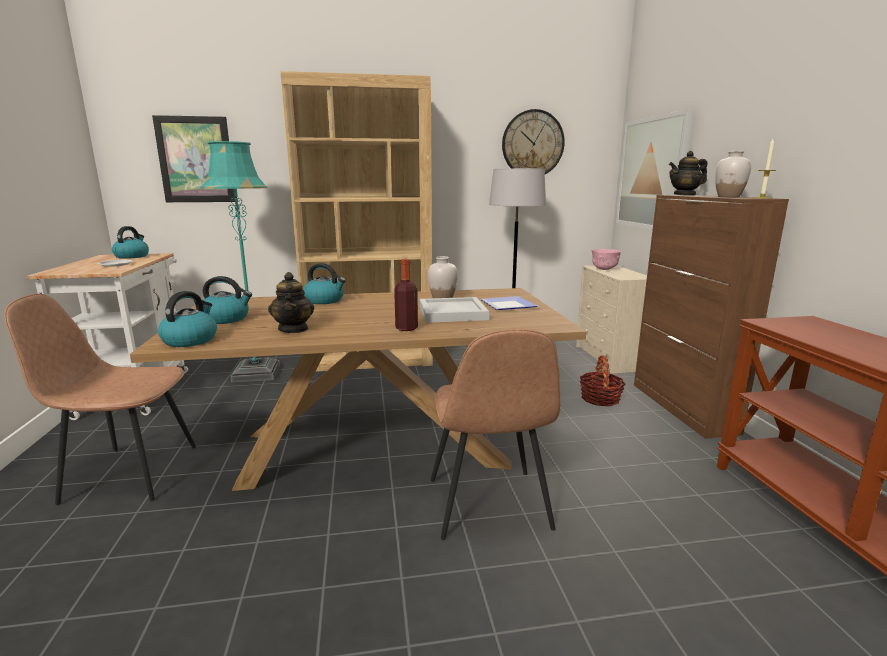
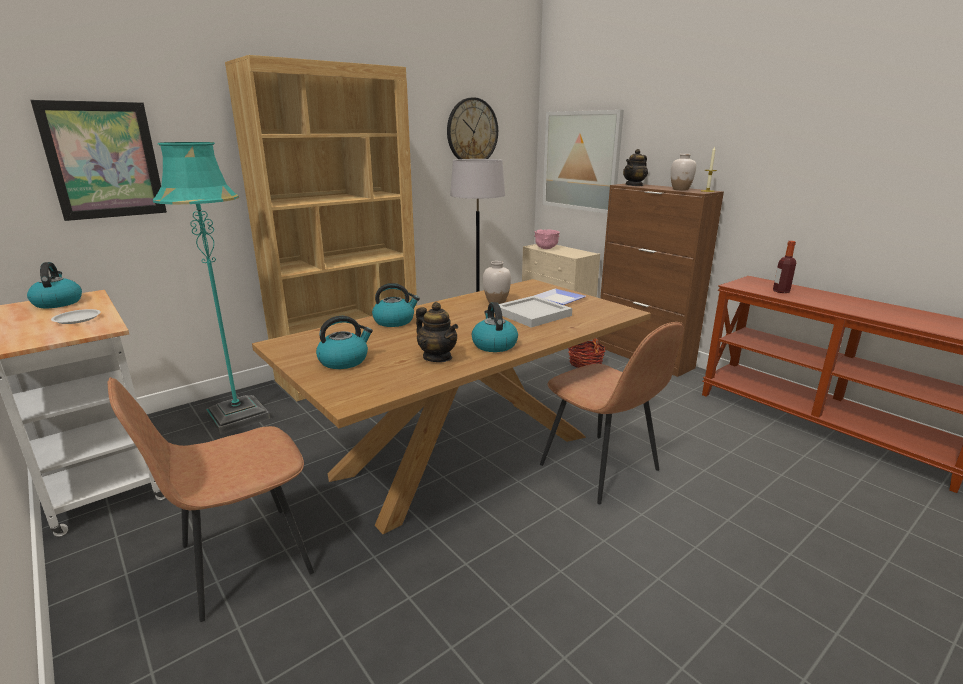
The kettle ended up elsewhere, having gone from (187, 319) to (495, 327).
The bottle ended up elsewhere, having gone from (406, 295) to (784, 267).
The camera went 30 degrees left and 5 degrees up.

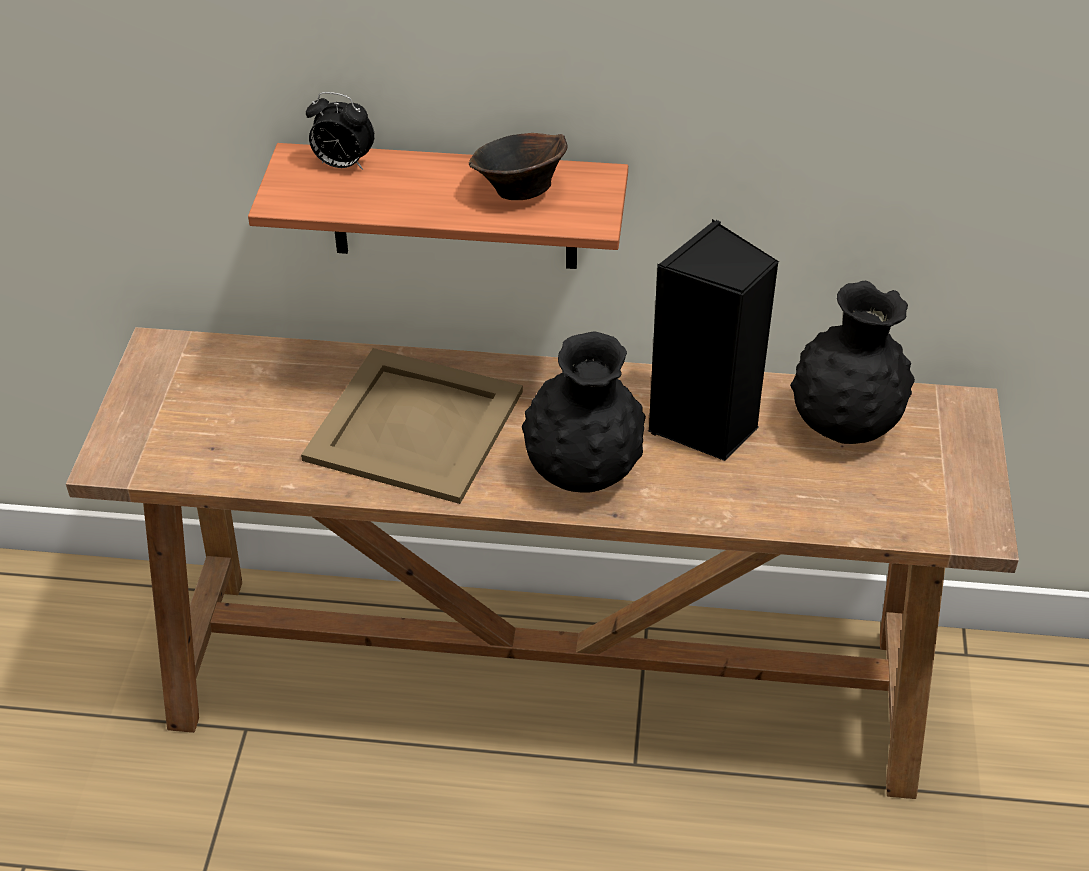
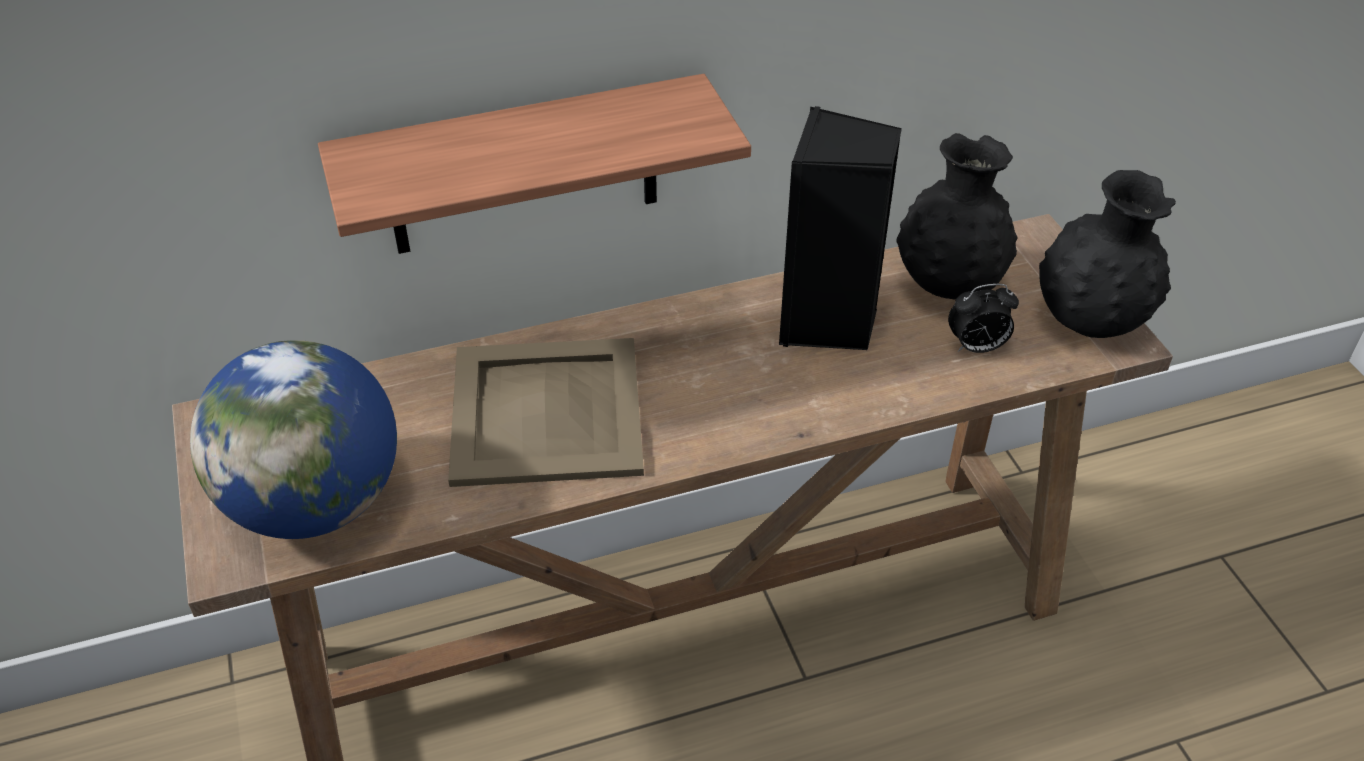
The second view gained the globe at (293, 439).
The alarm_clock ended up elsewhere, having gone from (340, 131) to (983, 318).
The black_vase ended up elsewhere, having gone from (584, 412) to (1107, 254).
The second view lost the brown_bowl at (518, 166).
The camera went 25 degrees left and 0 degrees up.

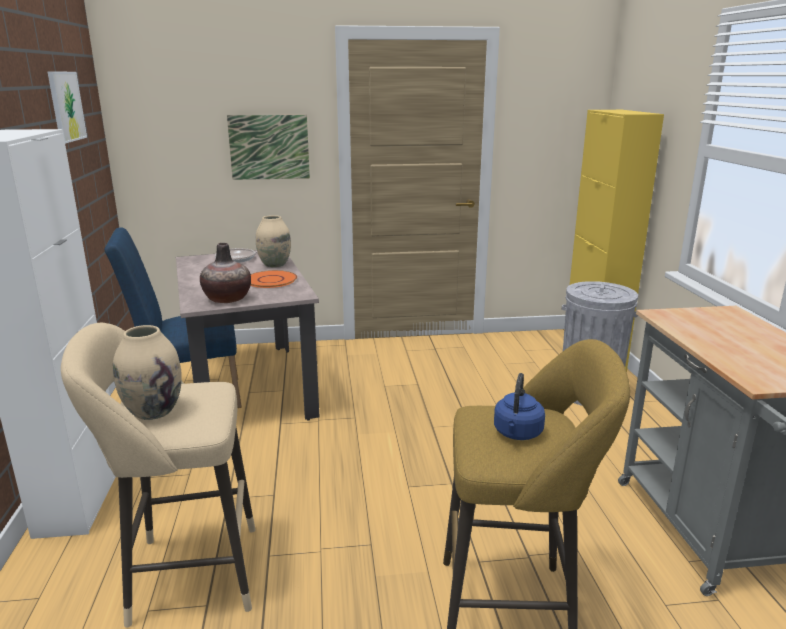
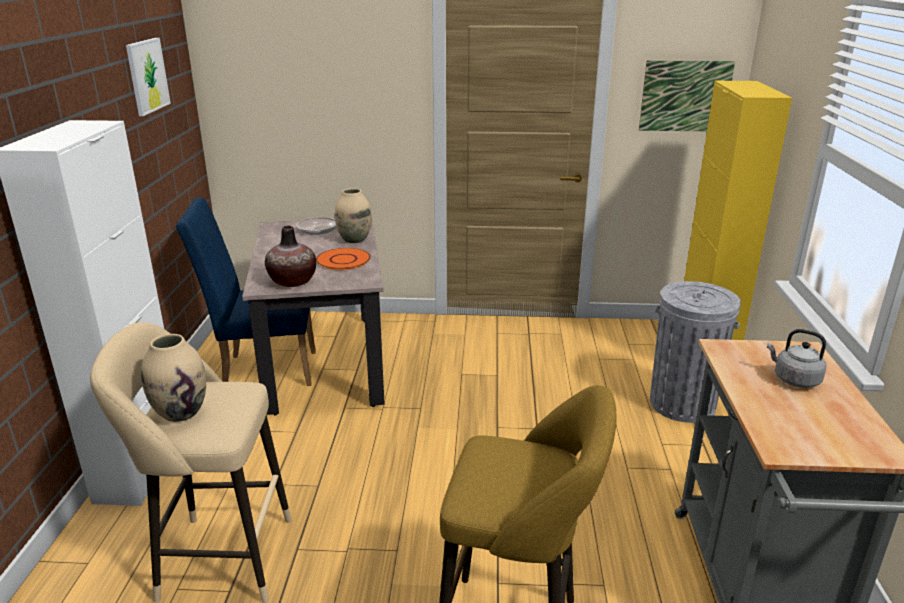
The picture ended up elsewhere, having gone from (268, 147) to (687, 95).
The second view gained the grey_kettle at (796, 358).
The second view lost the blue_kettle at (519, 406).
The camera went 10 degrees right and 5 degrees up.

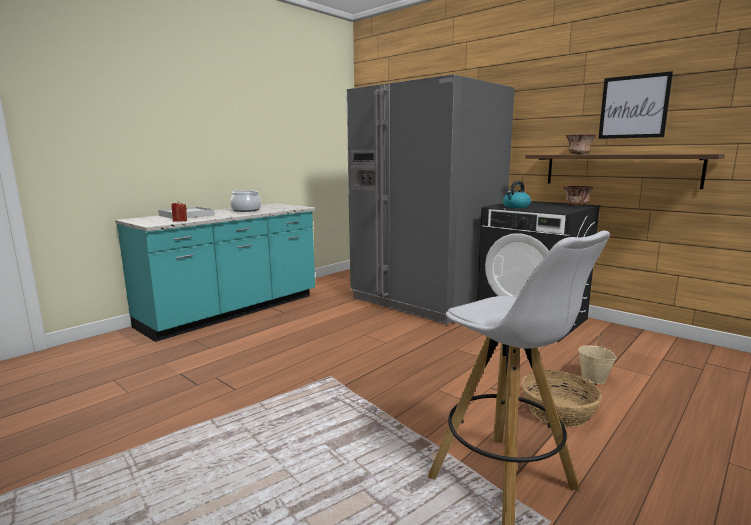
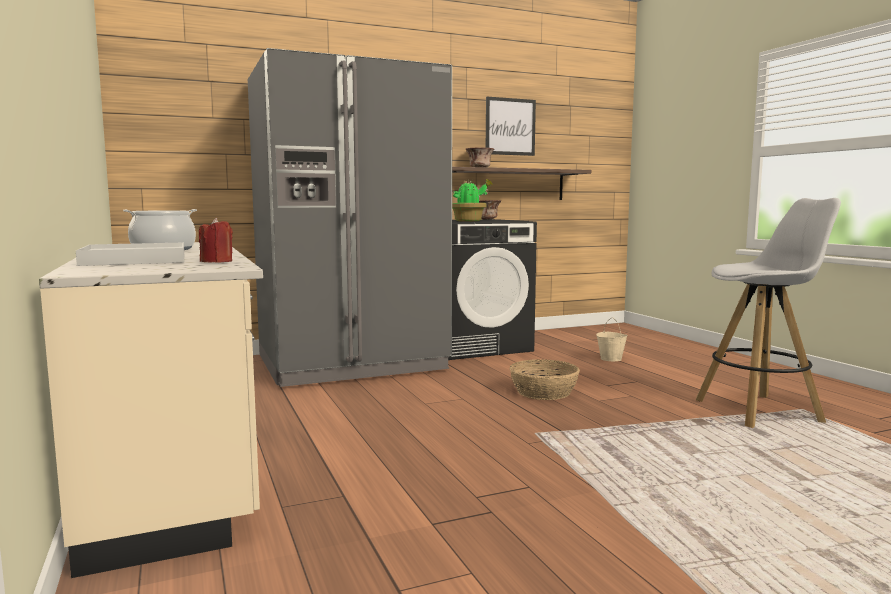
What was the turquoise_counter at (215, 272) turned into the beige_counter at (151, 410).
Where the kettle stood at (517, 194), the potted_plant came to stand at (472, 200).
The basket ended up elsewhere, having gone from (561, 398) to (545, 379).
The camera went 65 degrees left and 5 degrees down.

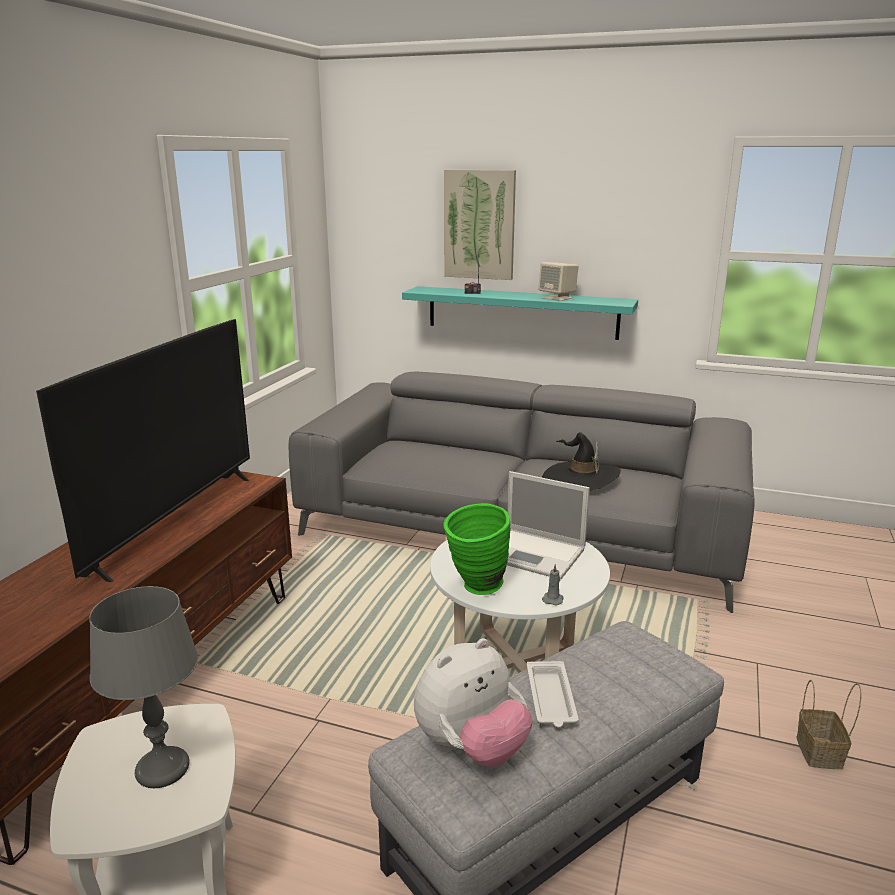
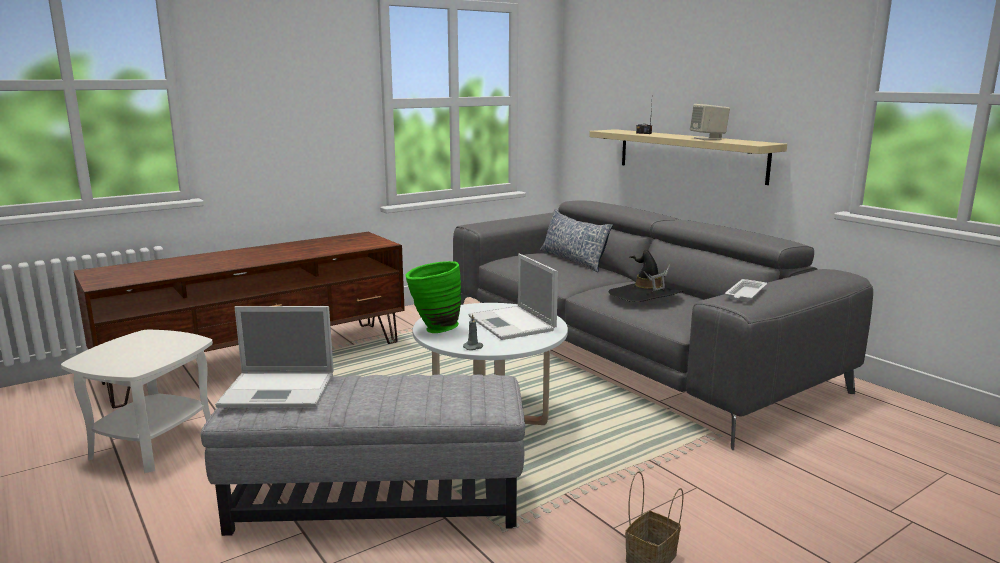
Where the plush_toy stood at (473, 702), the laptop came to stand at (274, 357).
The second view gained the pillow at (576, 240).
What was the turquoise_shelf at (520, 313) turned into the beige_shelf at (688, 157).
The white_tray ended up elsewhere, having gone from (552, 694) to (746, 290).
The second view lost the television at (143, 450).
The second view lost the grey_table_lamp at (143, 687).
The second view lost the picture at (480, 225).
The camera went 35 degrees right and 5 degrees down.

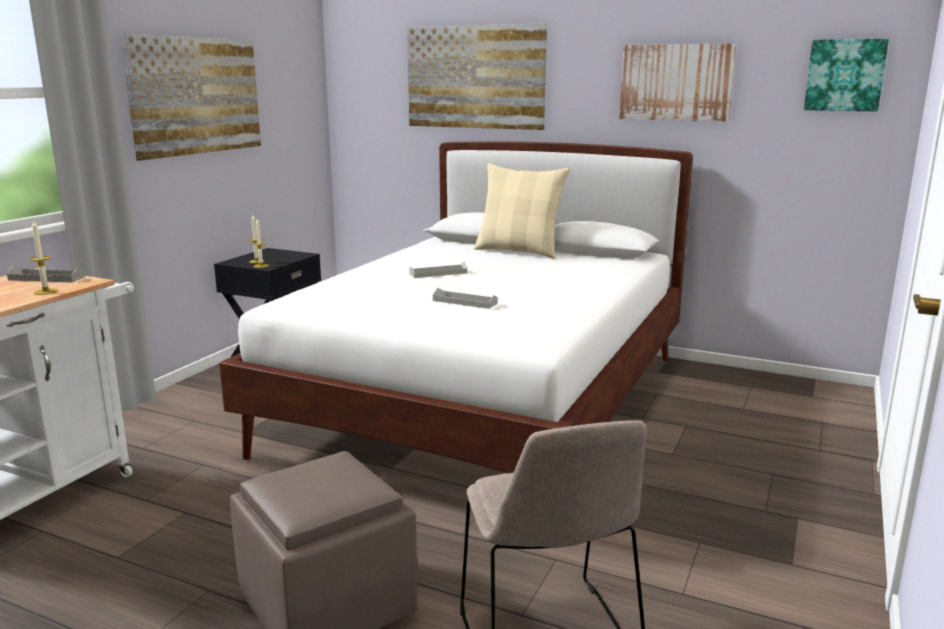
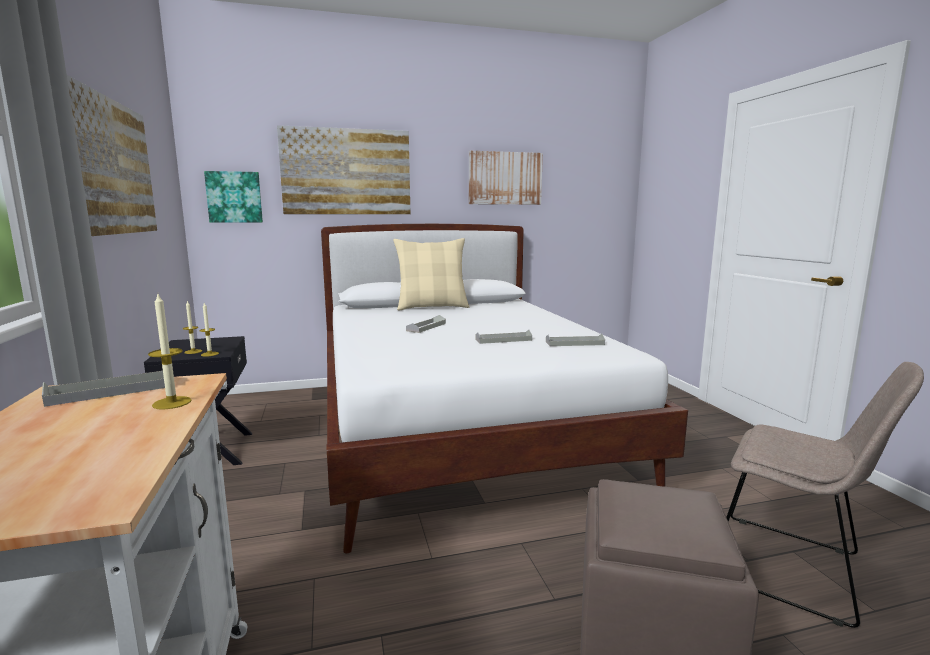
The picture ended up elsewhere, having gone from (846, 75) to (233, 197).
The second view gained the grey_tray at (575, 340).
The camera went 40 degrees left and 5 degrees down.

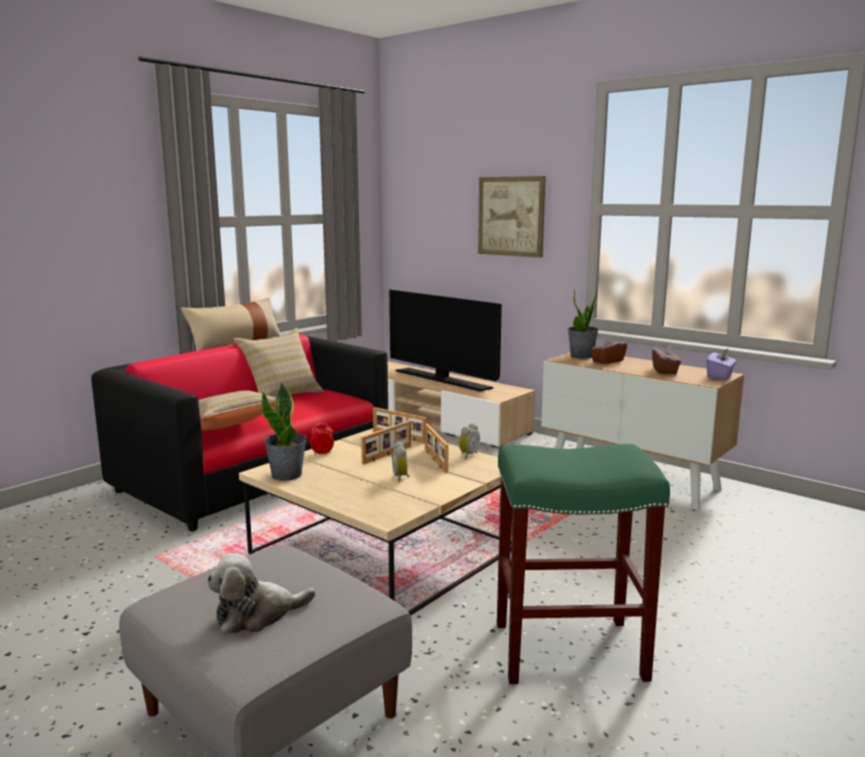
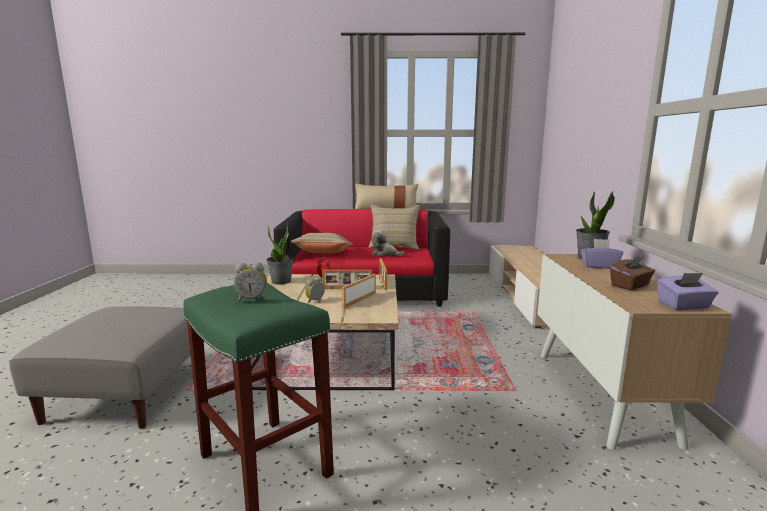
The alarm_clock ended up elsewhere, having gone from (469, 441) to (250, 282).
The plush_toy ended up elsewhere, having gone from (261, 593) to (388, 244).
What was the brown_tissue_box at (608, 349) turned into the purple_tissue_box at (602, 254).
The second view lost the television at (445, 340).
The second view lost the picture at (512, 217).
The camera went 50 degrees right and 0 degrees up.

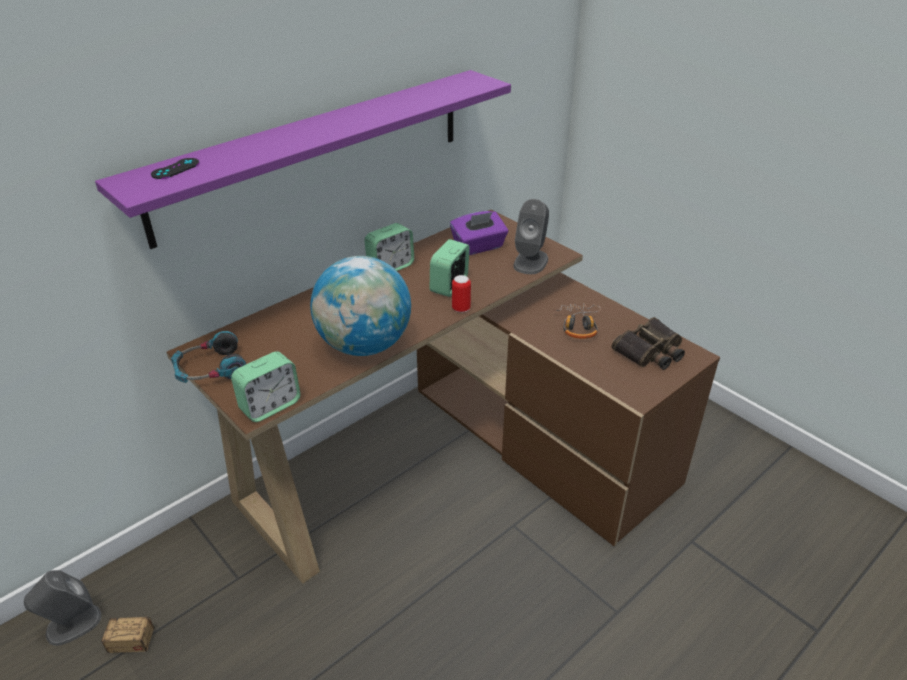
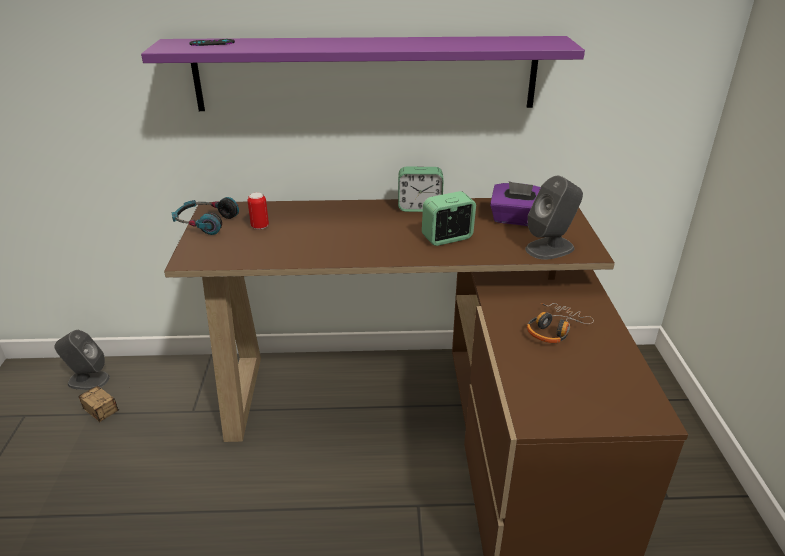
The can ended up elsewhere, having gone from (461, 294) to (258, 211).
The second view lost the alarm_clock at (266, 386).
The second view lost the globe at (360, 306).
The second view lost the binoculars at (648, 343).
The camera went 40 degrees right and 5 degrees down.

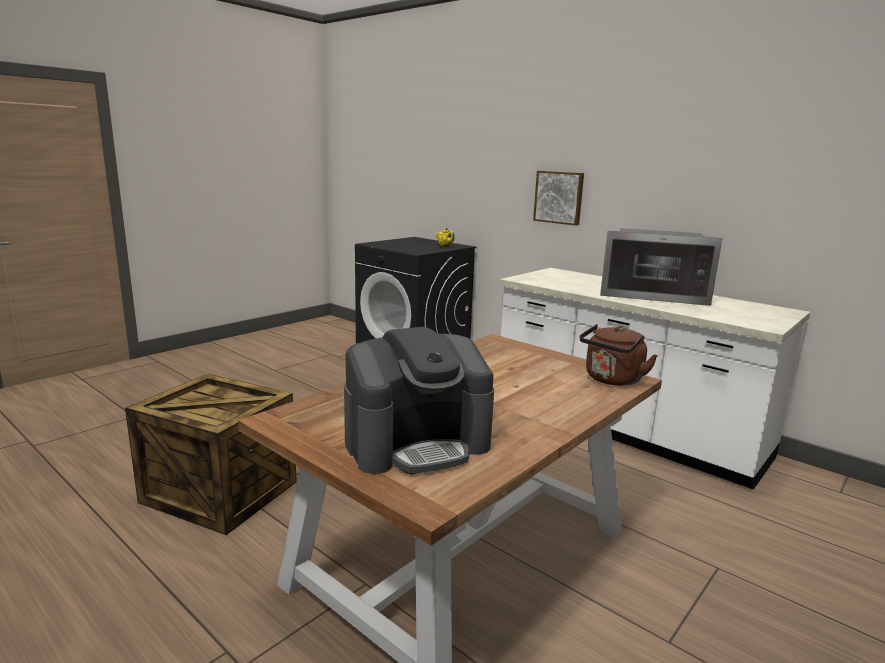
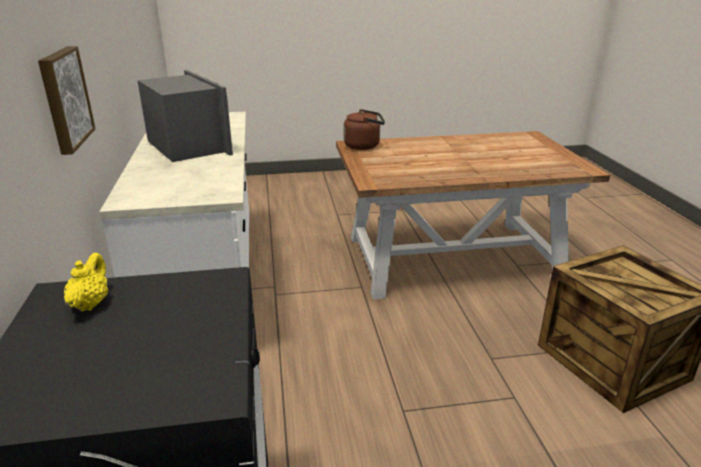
The second view lost the coffee_machine at (419, 400).
The camera went 140 degrees left and 10 degrees up.

